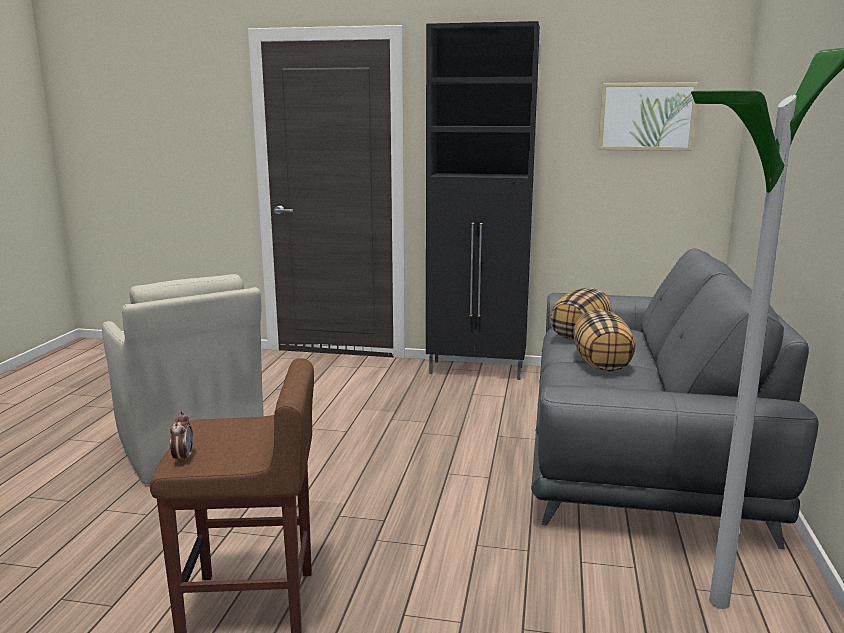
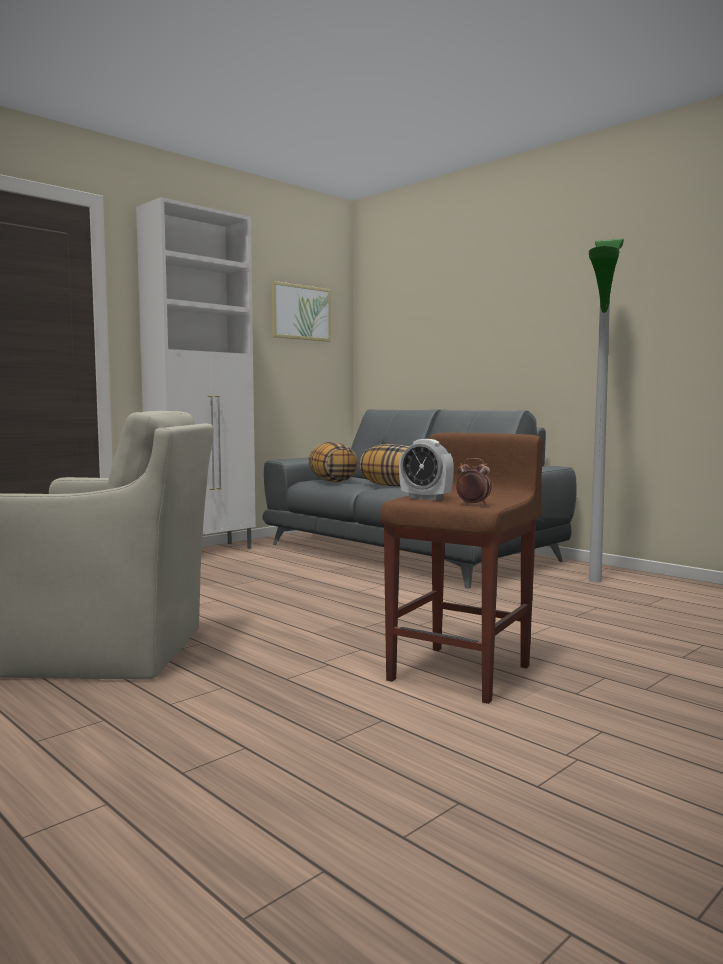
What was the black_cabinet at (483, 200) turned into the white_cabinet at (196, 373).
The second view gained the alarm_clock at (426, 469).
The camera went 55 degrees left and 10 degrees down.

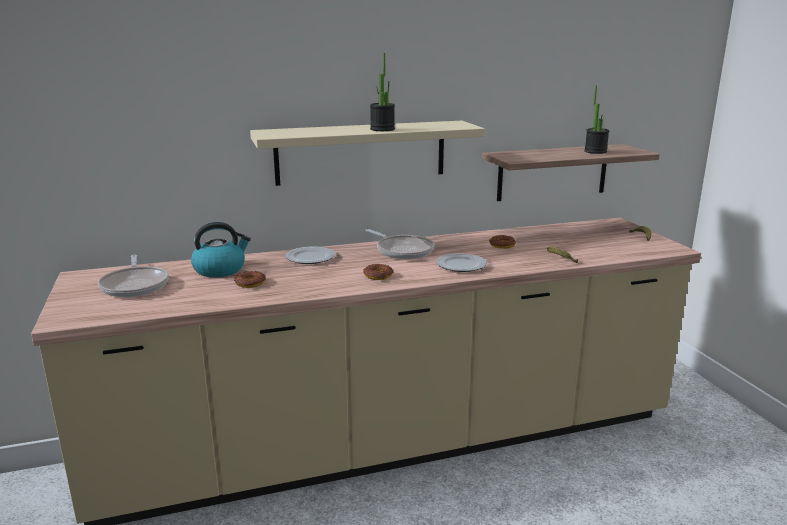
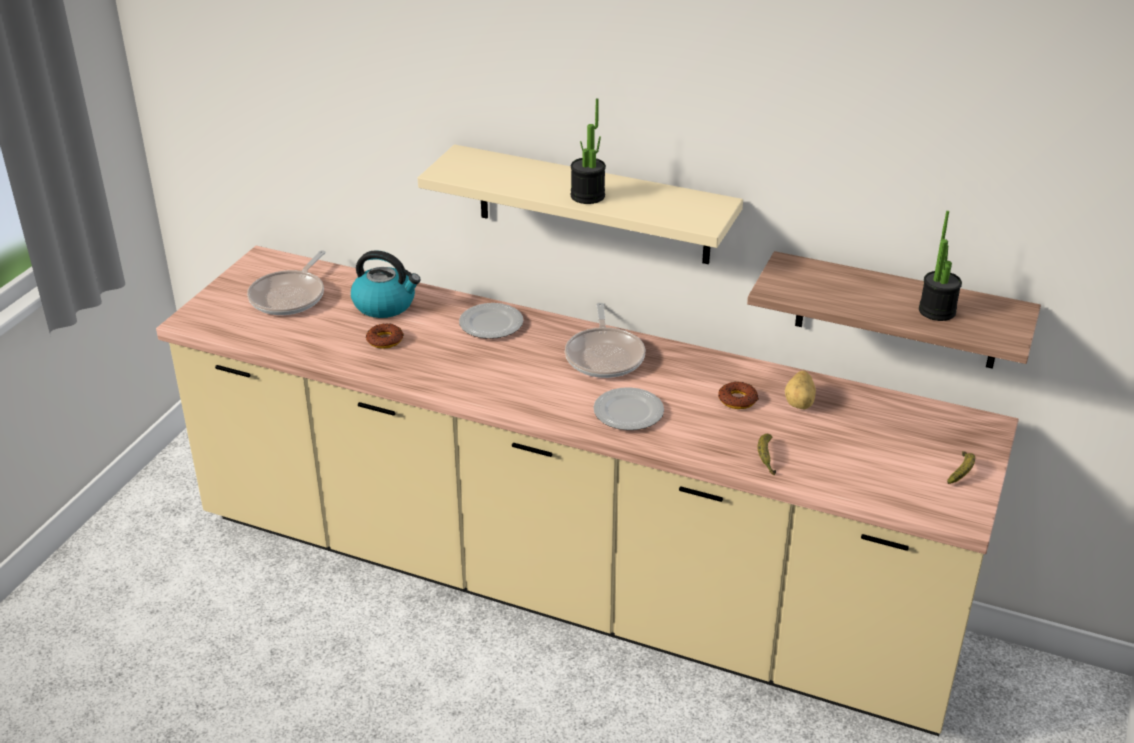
The second view gained the potato at (800, 390).
The second view lost the donut at (378, 272).
The camera went 40 degrees right and 15 degrees up.

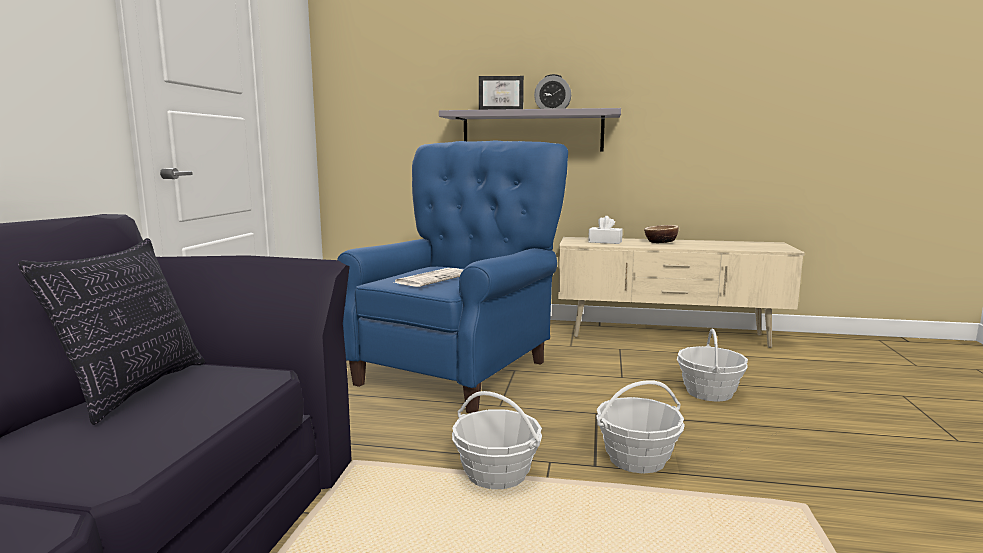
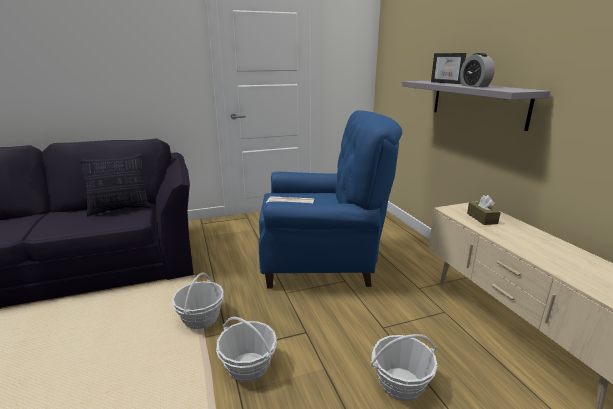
What was the white_tissue_box at (605, 230) turned into the brown_tissue_box at (484, 210).
The second view lost the bowl at (661, 234).
The camera went 60 degrees right and 10 degrees up.

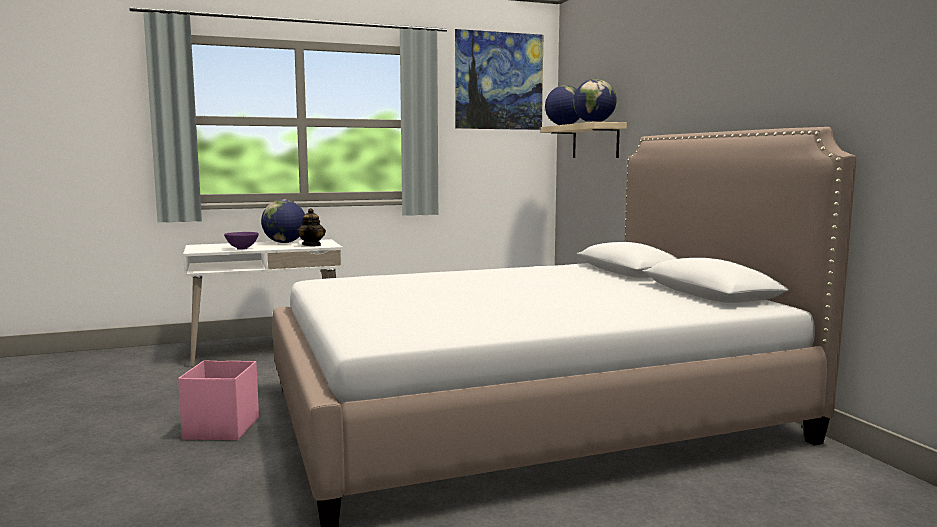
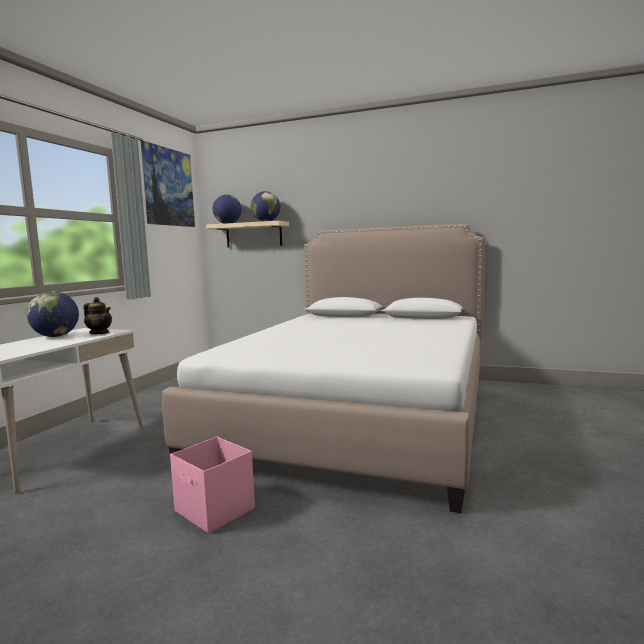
The second view lost the purple_bowl at (241, 241).
The camera went 50 degrees left and 0 degrees up.

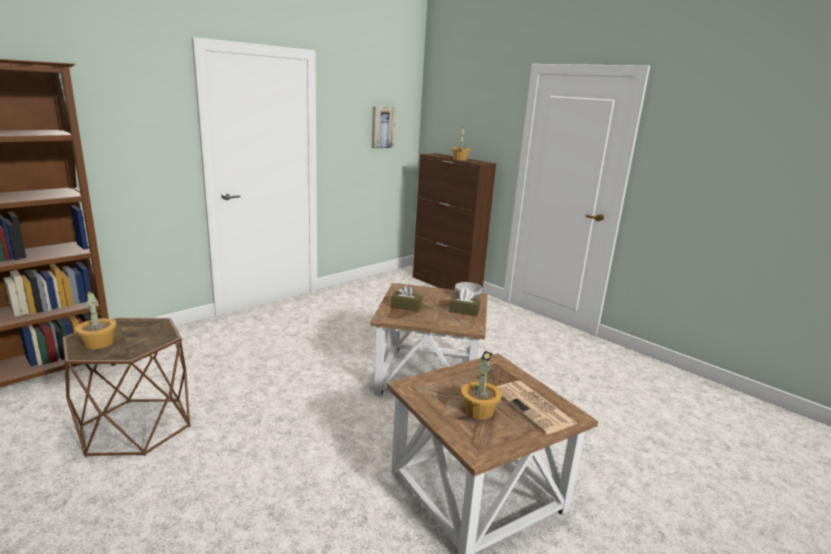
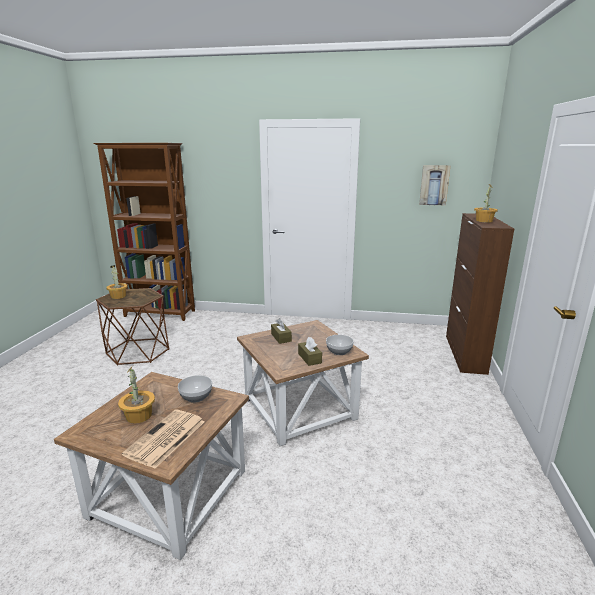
The second view gained the bowl at (195, 389).
The camera went 55 degrees right and 0 degrees up.

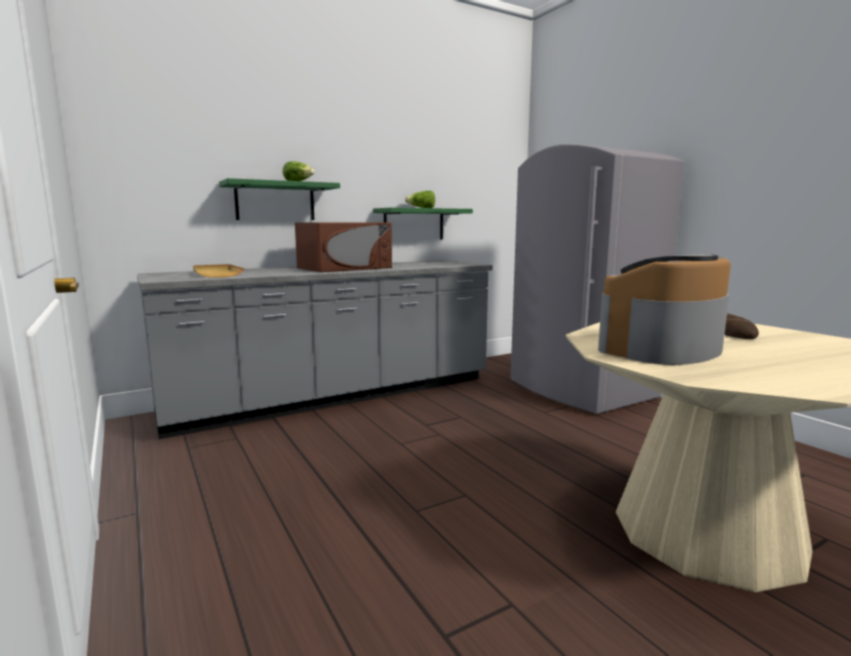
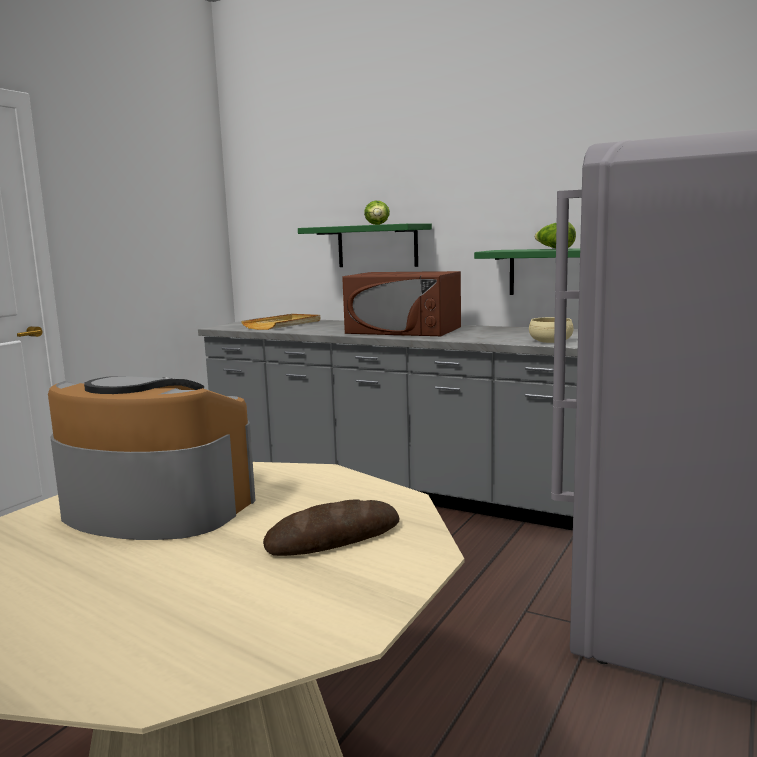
The second view gained the beige_bowl at (551, 330).
The camera went 60 degrees right and 0 degrees up.

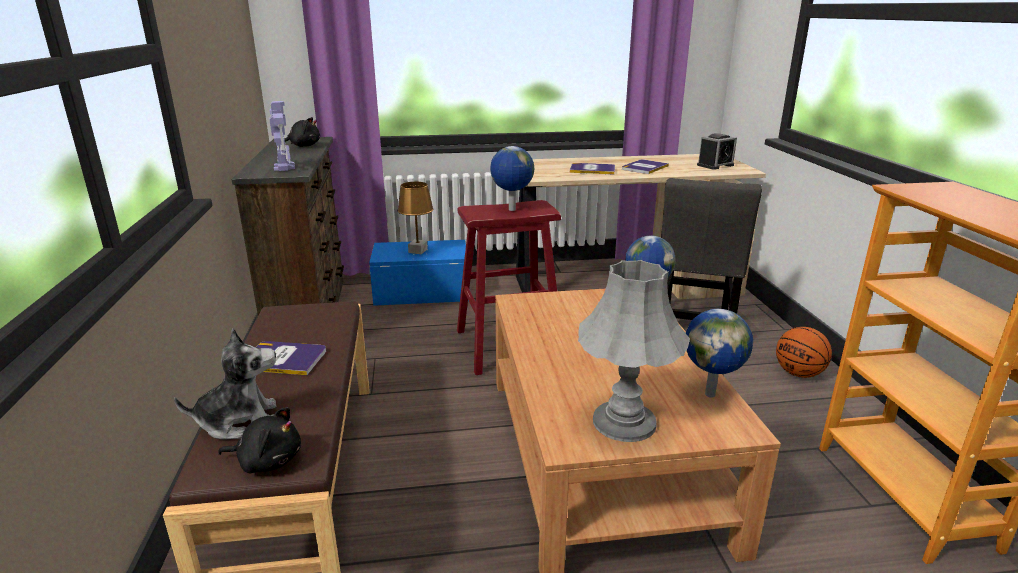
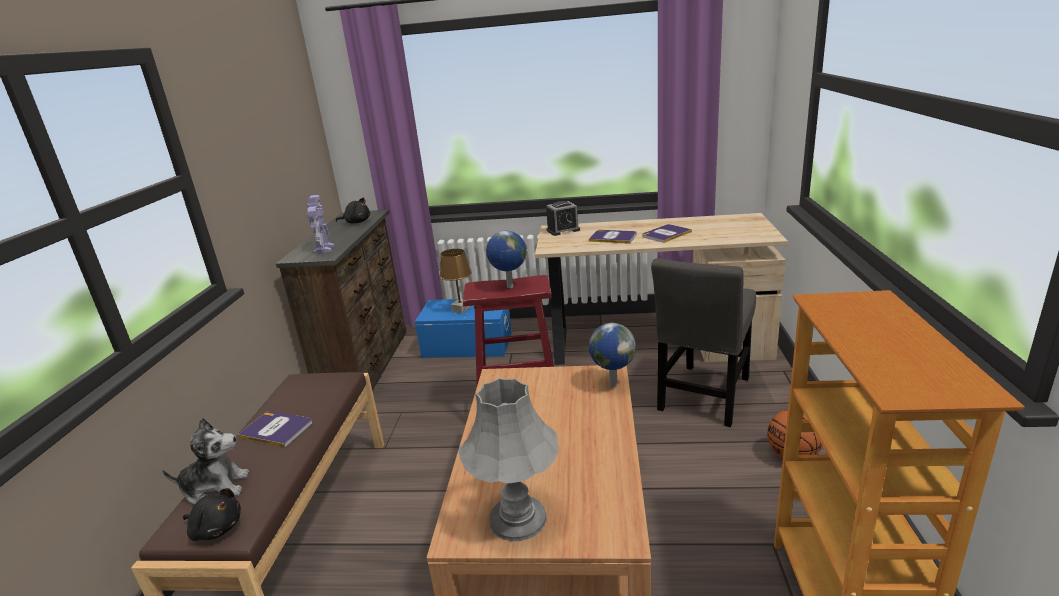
The alarm_clock ended up elsewhere, having gone from (717, 151) to (563, 218).
The second view lost the globe at (719, 353).
The camera went 15 degrees right and 0 degrees up.

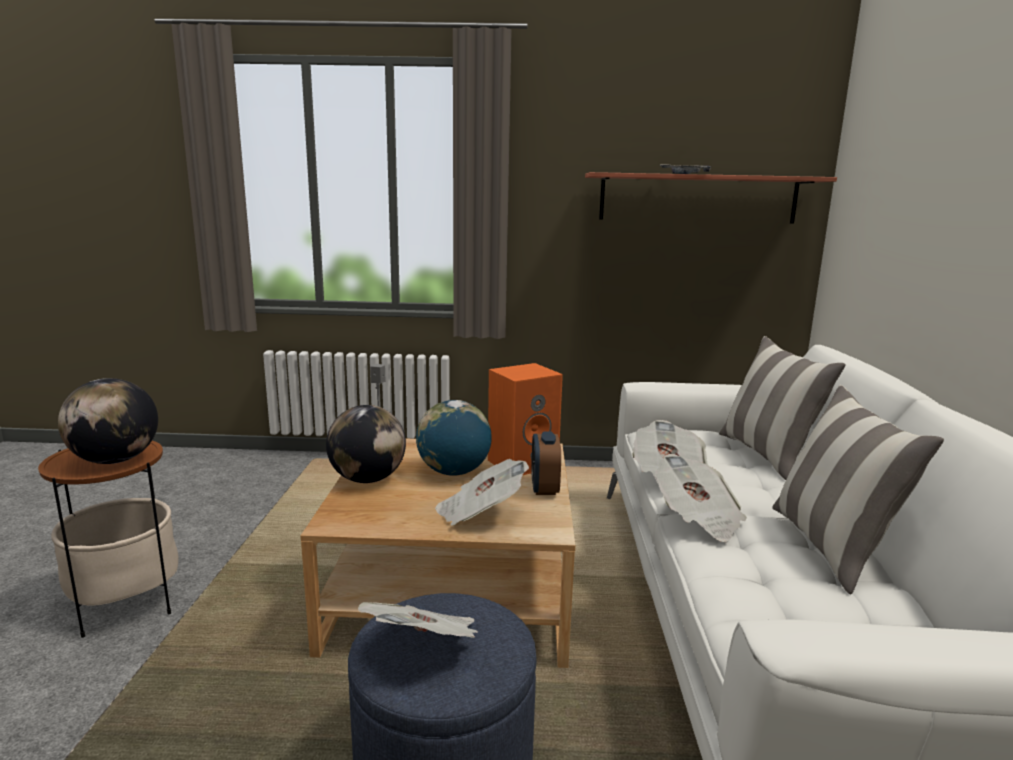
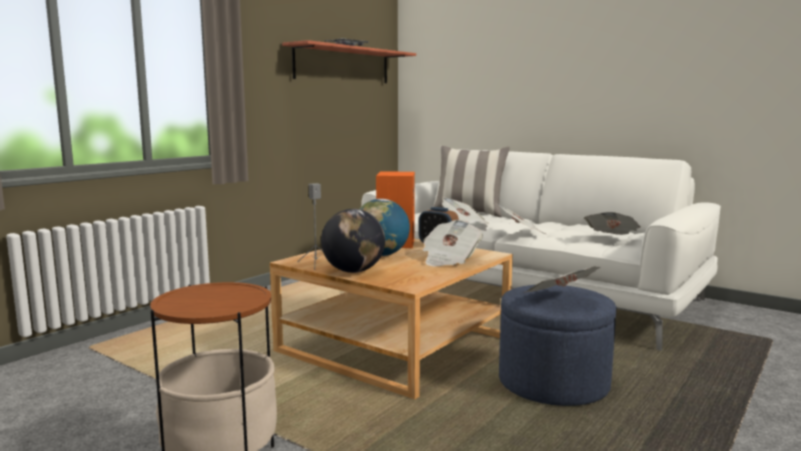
The second view gained the newspaper at (612, 223).
The second view lost the globe at (108, 421).
The second view lost the pillow at (858, 490).
The camera went 55 degrees left and 5 degrees down.

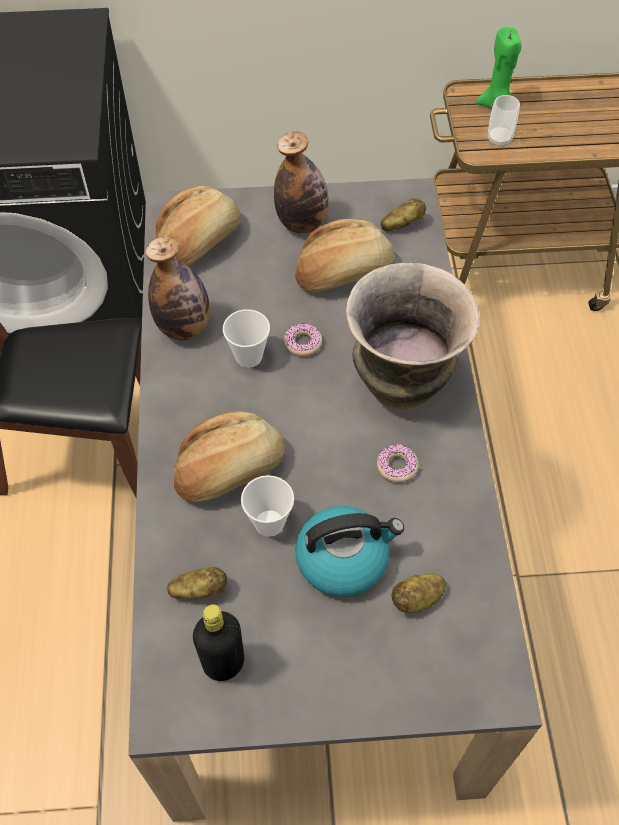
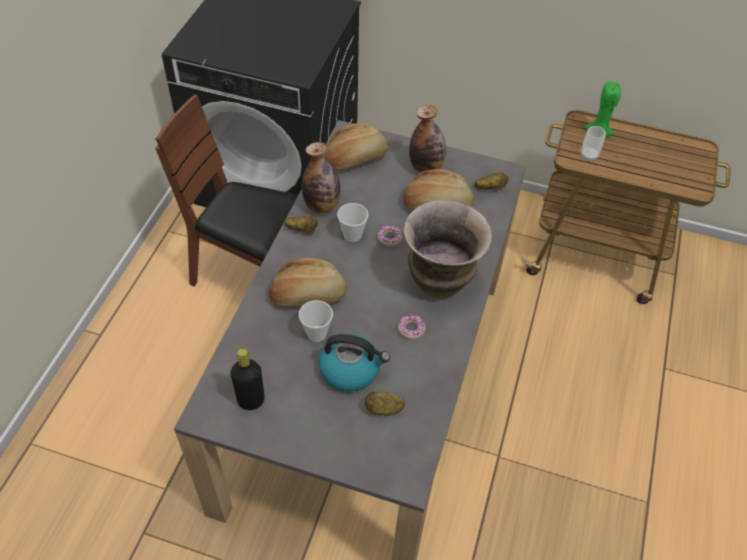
The potato ended up elsewhere, having gone from (197, 583) to (301, 224).
The camera went 20 degrees right and 5 degrees down.

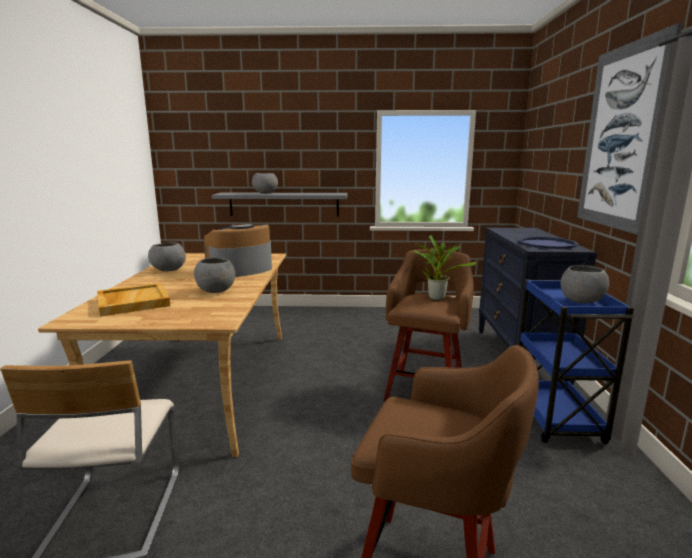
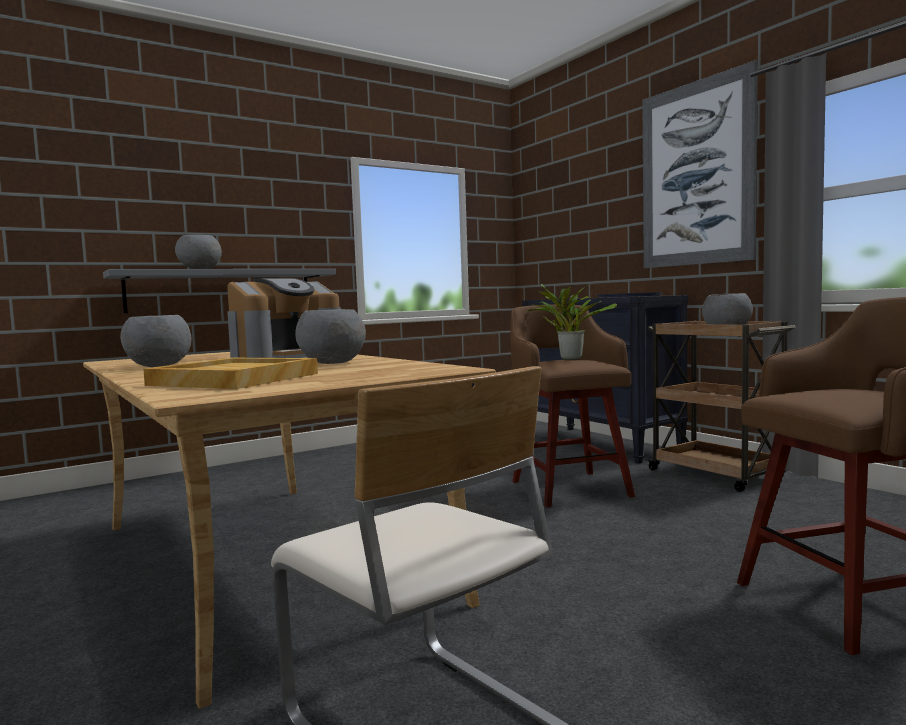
The coffee_machine at (238, 250) ended up facing another way, 150 degrees counterclockwise from before.
What was the blue_cart at (576, 361) turned into the brown_cart at (721, 406).
The camera went 35 degrees left and 10 degrees down.

